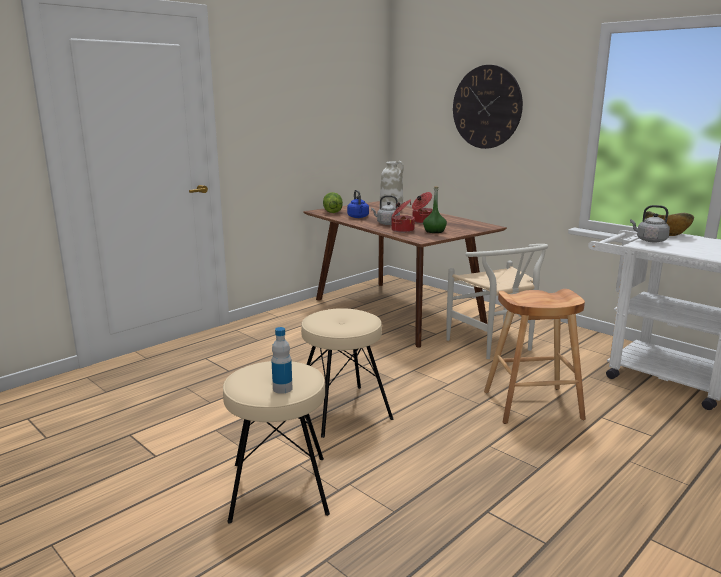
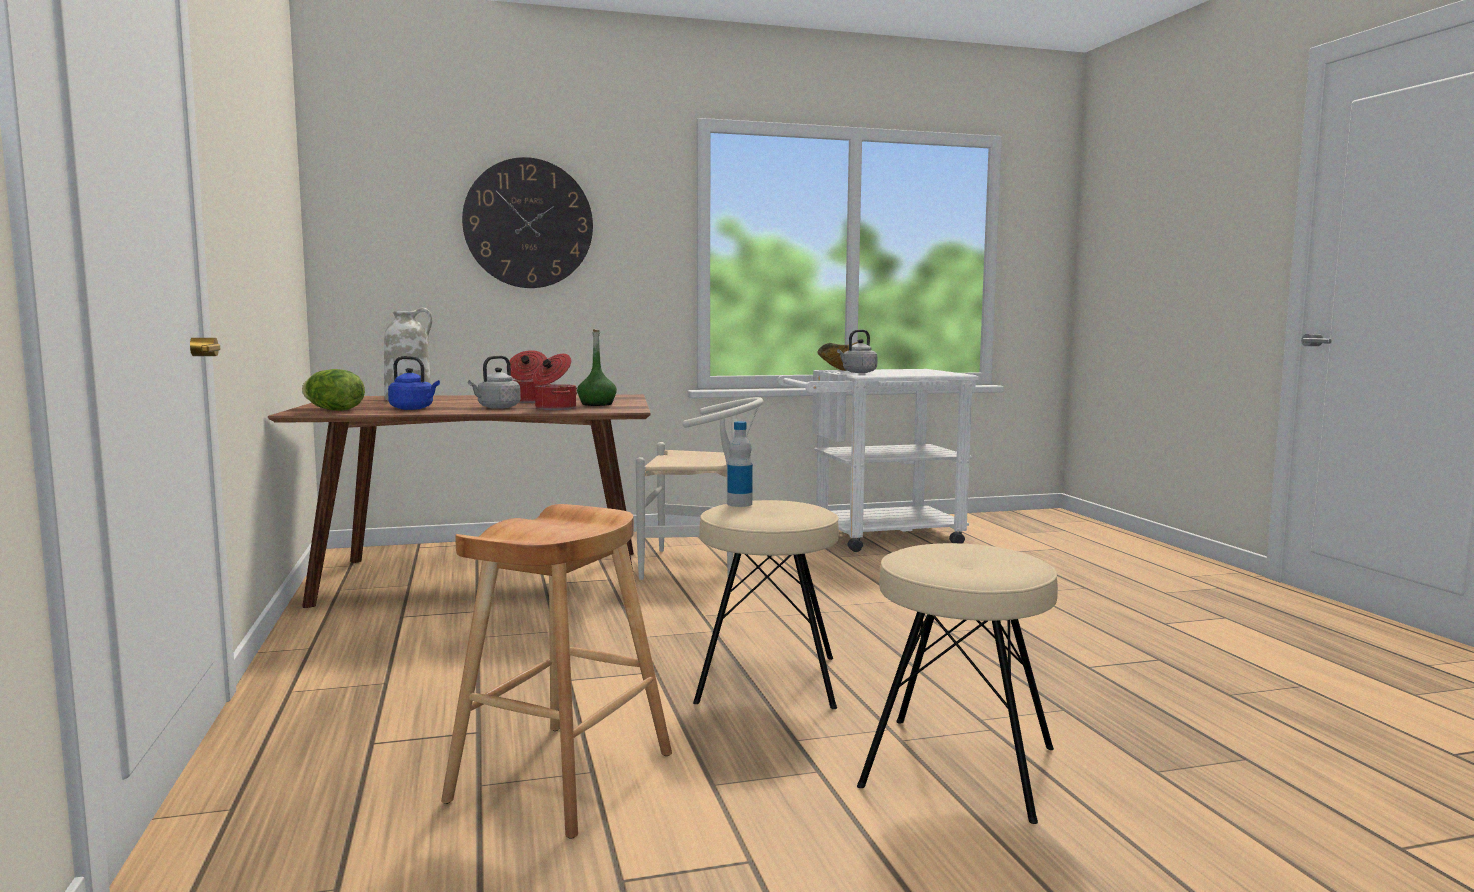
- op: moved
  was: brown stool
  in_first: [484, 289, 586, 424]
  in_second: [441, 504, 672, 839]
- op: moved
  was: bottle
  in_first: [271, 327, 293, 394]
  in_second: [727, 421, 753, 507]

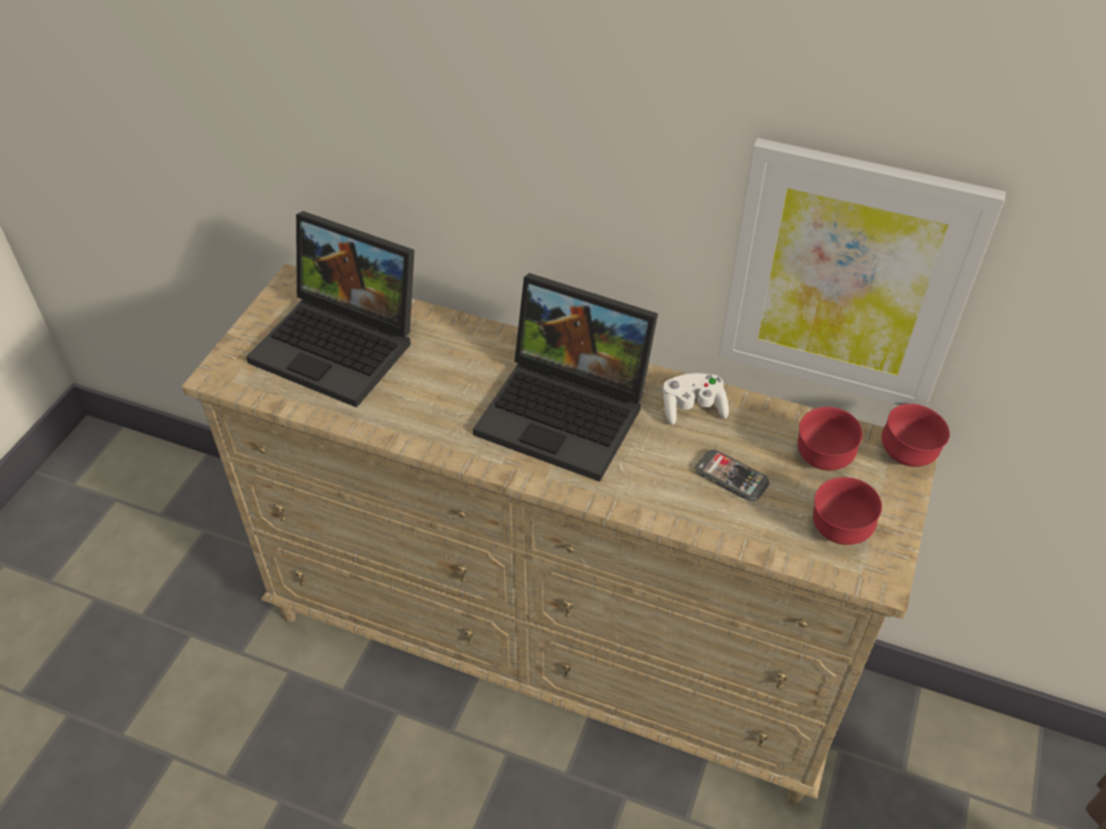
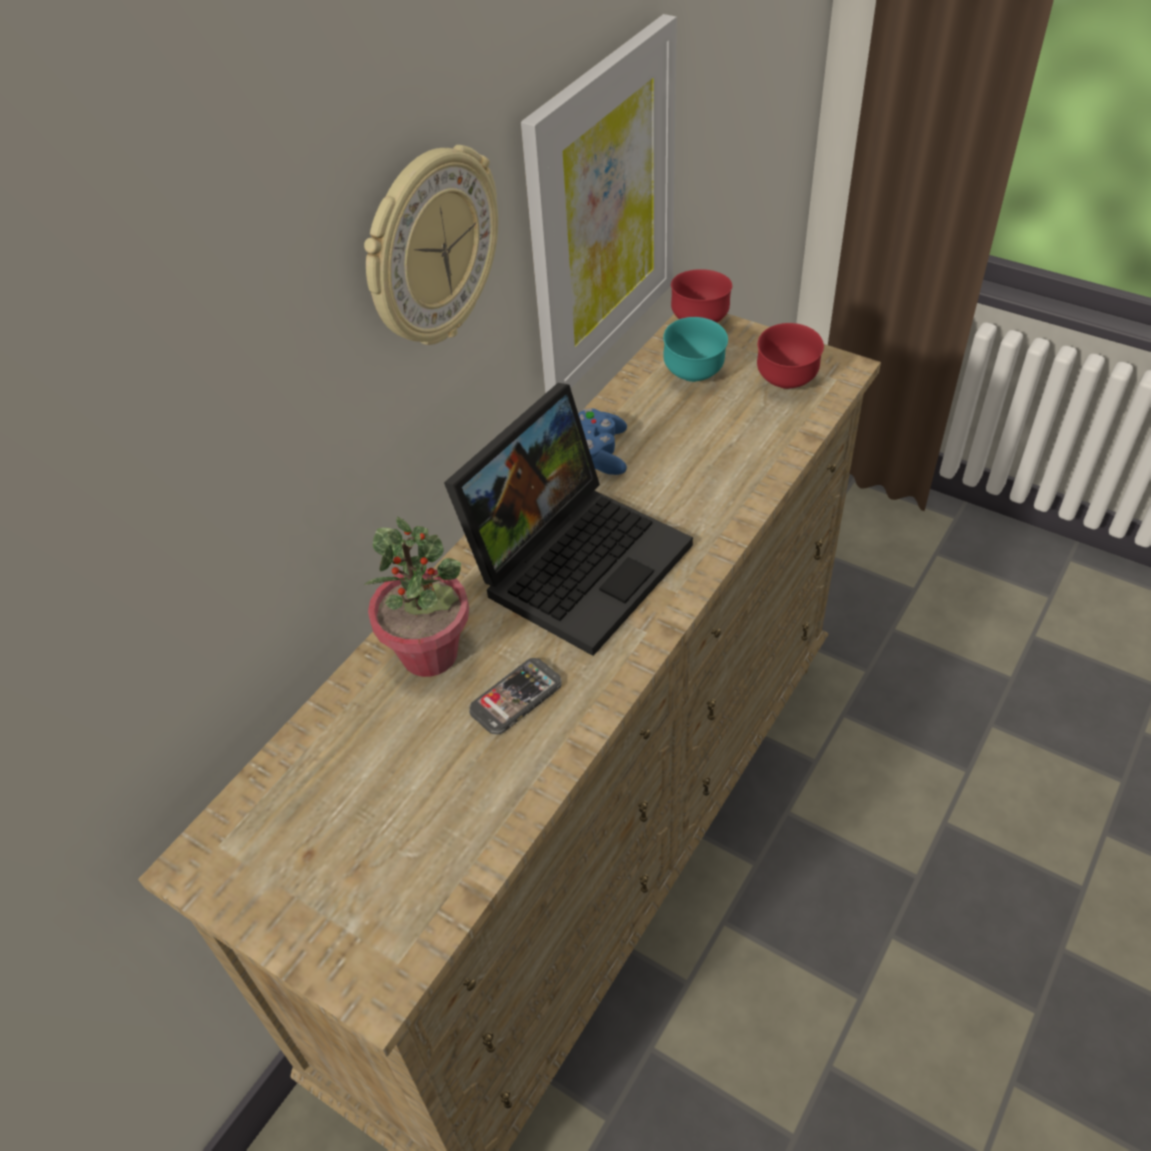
- op: removed
  was: laptop
  in_first: [246, 211, 414, 408]
- op: recoloured
  was: white game controller
  now: blue game controller
  in_first: [663, 373, 729, 425]
  in_second: [578, 408, 627, 475]
- op: recoloured
  was: red bowl
  now: turquoise bowl
  in_first: [797, 407, 863, 470]
  in_second: [663, 317, 728, 382]
- op: moved
  was: phone
  in_first: [695, 449, 769, 502]
  in_second: [469, 658, 562, 734]
- op: added
  now: wall clock
  in_second: [364, 145, 498, 345]
- op: added
  now: potted plant
  in_second: [364, 517, 469, 677]

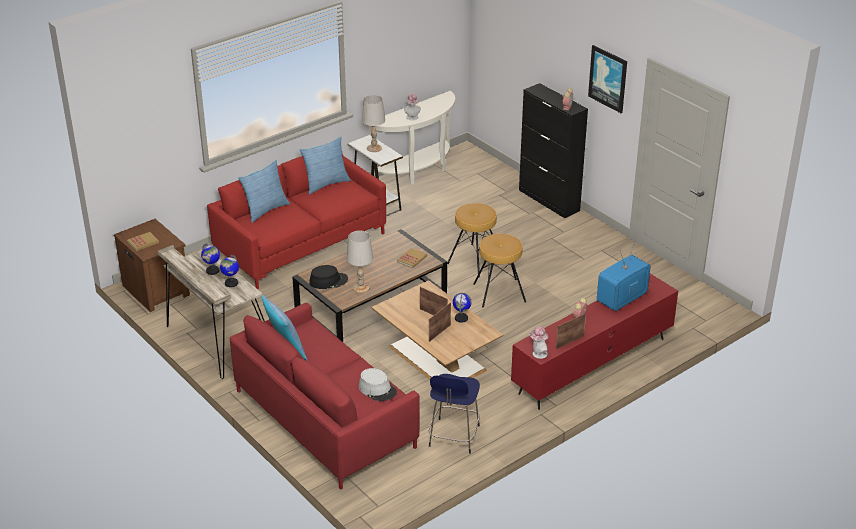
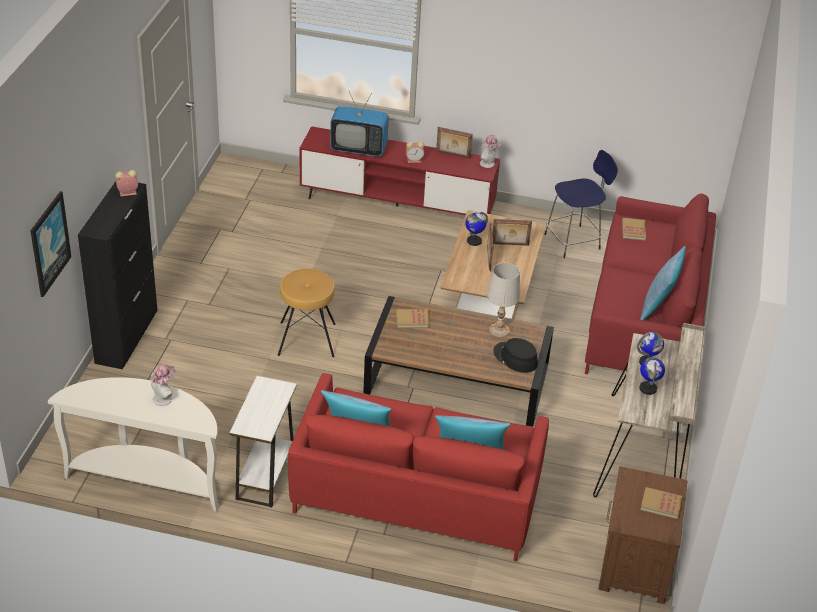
- op: moved
  was: picture
  in_first: [588, 45, 627, 113]
  in_second: [30, 191, 71, 297]
- op: removed
  was: white table lamp
  in_first: [362, 95, 385, 152]
- op: removed
  was: brown stool
  in_first: [473, 234, 526, 308]
- op: replaced
  was: grey hat
  now: book
  in_first: [358, 368, 397, 401]
  in_second: [622, 218, 646, 240]

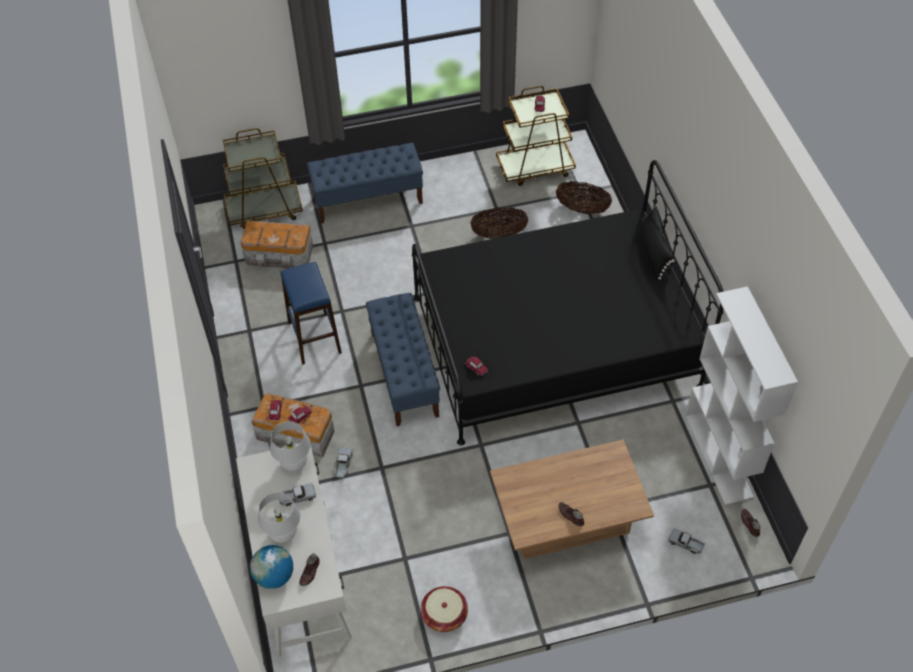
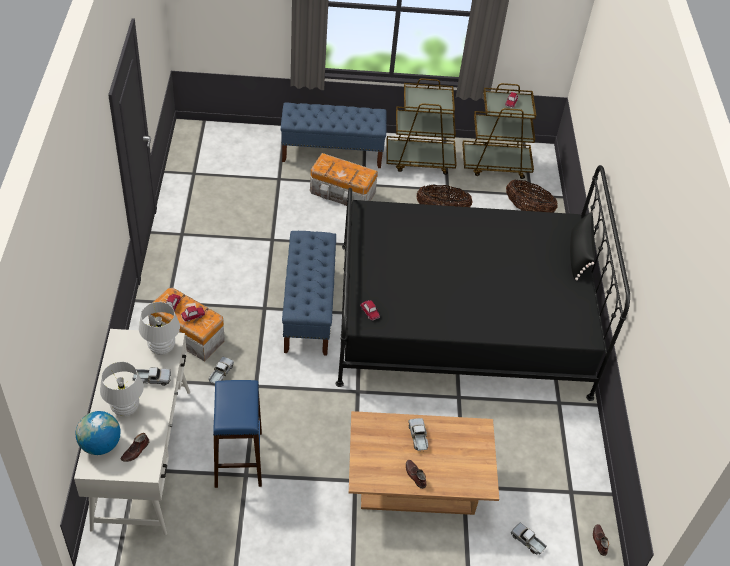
- op: moved
  was: brown cart
  in_first: [223, 128, 303, 229]
  in_second: [386, 78, 457, 175]
- op: moved
  was: storage box
  in_first: [240, 221, 313, 269]
  in_second: [310, 153, 378, 206]
- op: moved
  was: blue stool
  in_first: [280, 262, 342, 365]
  in_second: [213, 380, 262, 488]
- op: removed
  was: white bookcase
  in_first: [685, 286, 798, 505]
- op: removed
  was: basket
  in_first: [421, 586, 468, 632]
- op: added
  now: toy truck
  in_second: [409, 418, 428, 452]

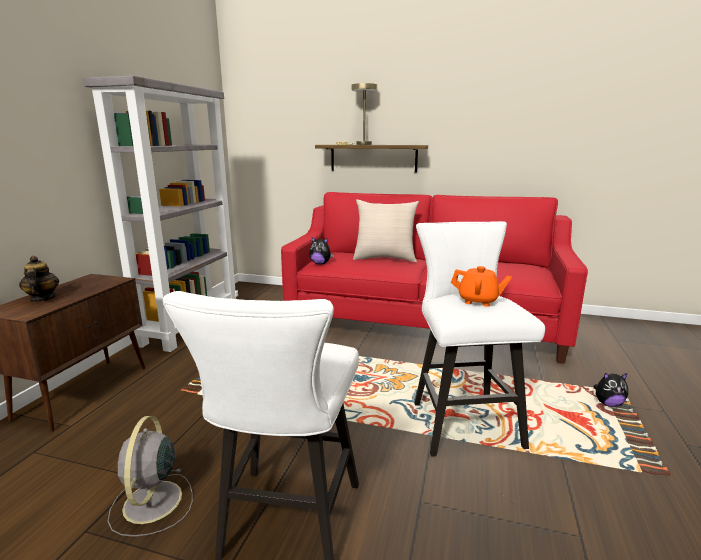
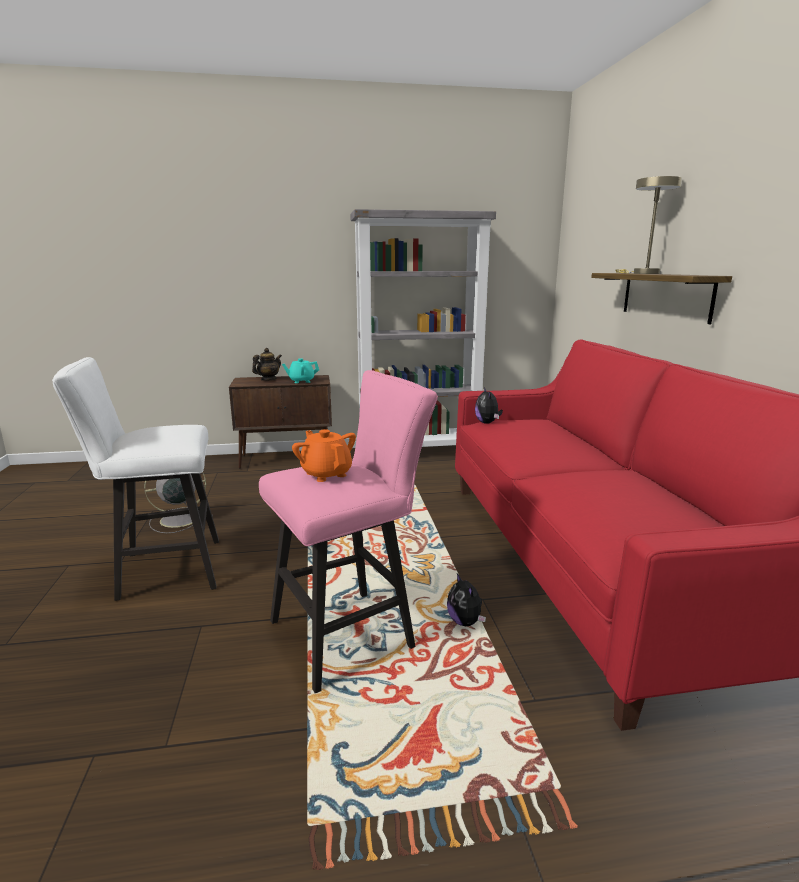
- op: removed
  was: beige pillow
  in_first: [353, 199, 419, 262]
- op: recoloured
  was: white stool
  now: pink stool
  in_first: [414, 221, 545, 457]
  in_second: [259, 370, 438, 693]
- op: turned
  was: orange teapot
  in_first: [451, 266, 512, 307]
  in_second: [292, 429, 356, 482]
  clockwise: 150
- op: moved
  was: plush toy
  in_first: [593, 373, 628, 407]
  in_second: [447, 573, 486, 626]
- op: added
  now: turquoise teapot
  in_second: [282, 358, 319, 383]

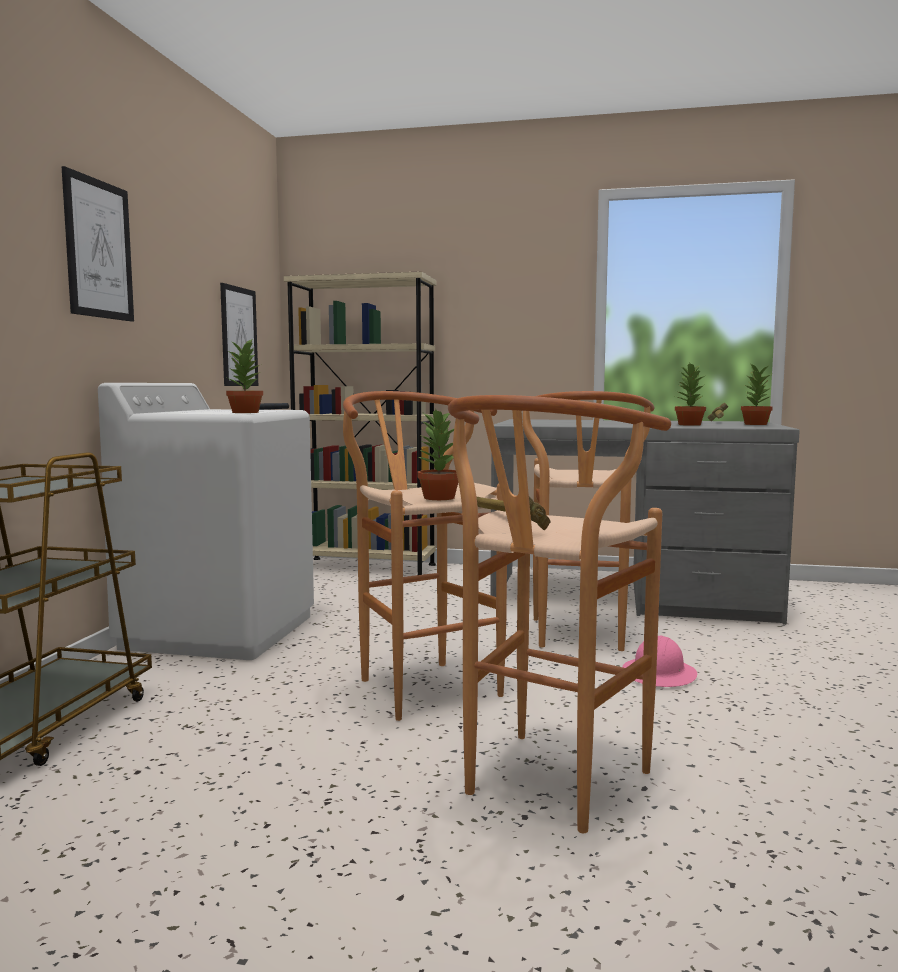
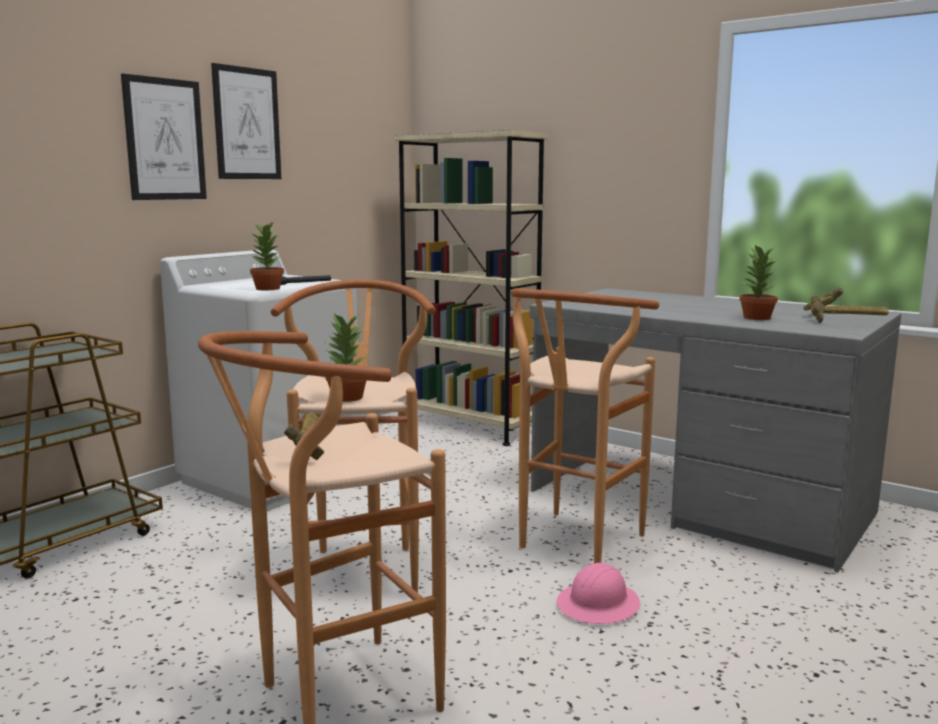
- op: moved
  was: picture
  in_first: [220, 283, 258, 386]
  in_second: [211, 63, 281, 179]
- op: replaced
  was: potted plant
  now: hammer
  in_first: [741, 363, 773, 425]
  in_second: [811, 296, 889, 323]

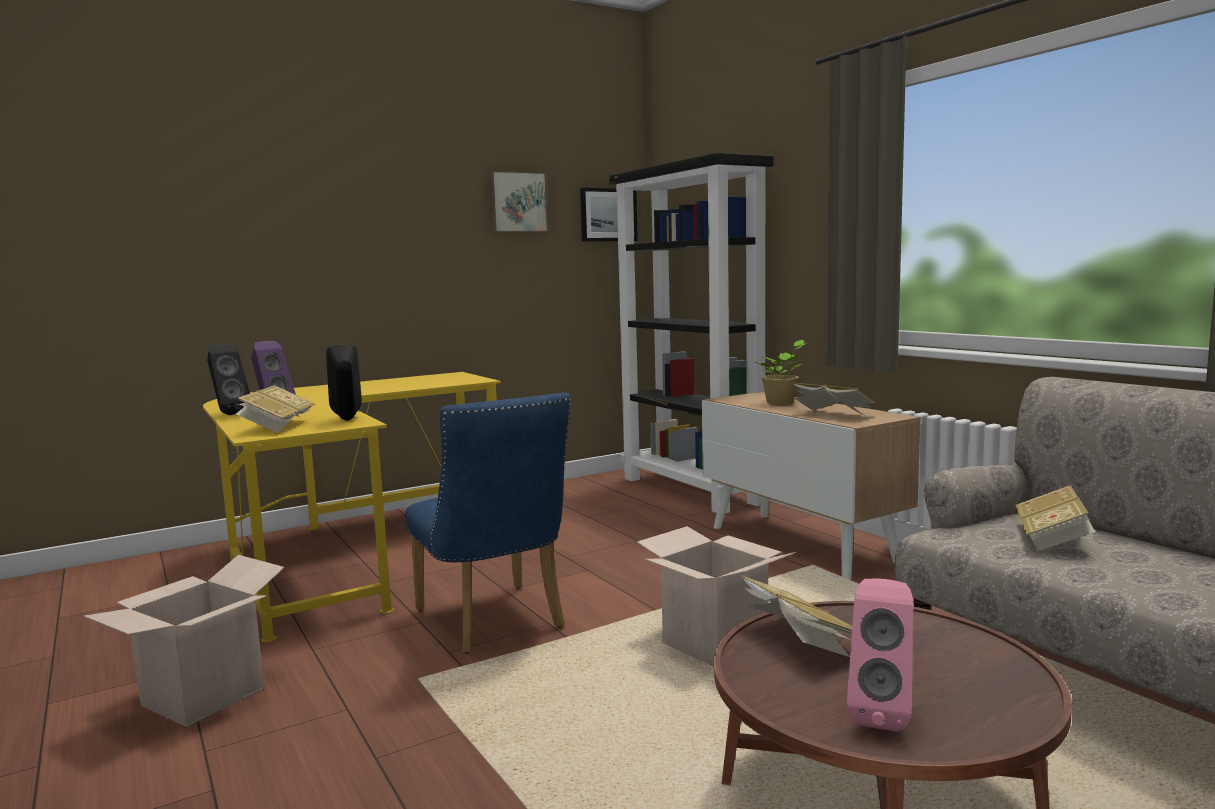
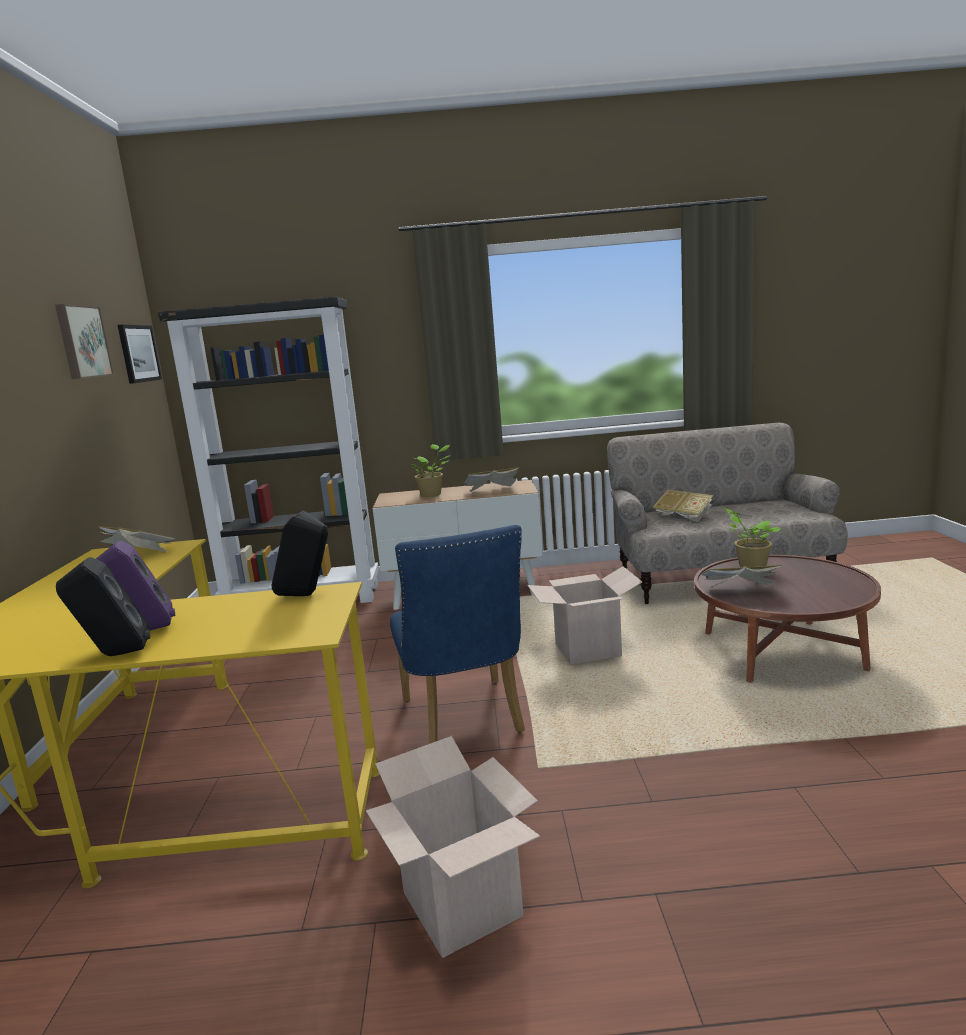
- op: moved
  was: book
  in_first: [236, 385, 315, 433]
  in_second: [98, 526, 174, 552]
- op: turned
  was: blue chair
  in_first: [405, 393, 571, 653]
  in_second: [390, 525, 525, 744]
  clockwise: 75
- op: removed
  was: pink speaker
  in_first: [847, 579, 913, 732]
- op: added
  now: potted plant
  in_second: [723, 507, 781, 567]

